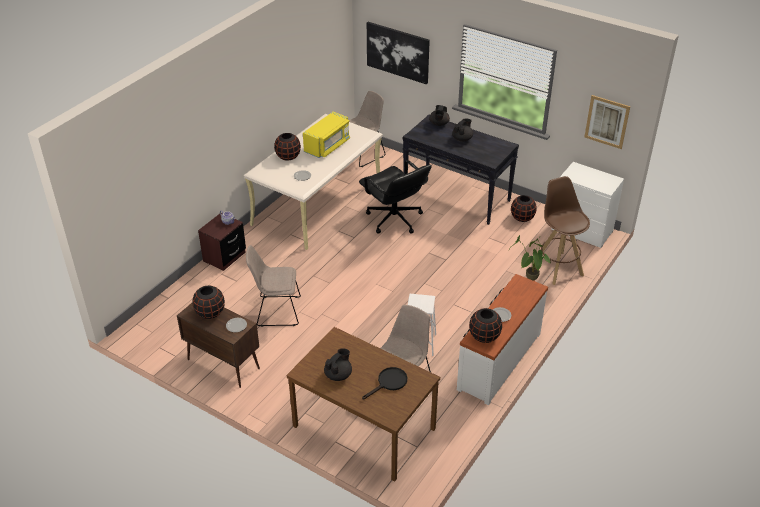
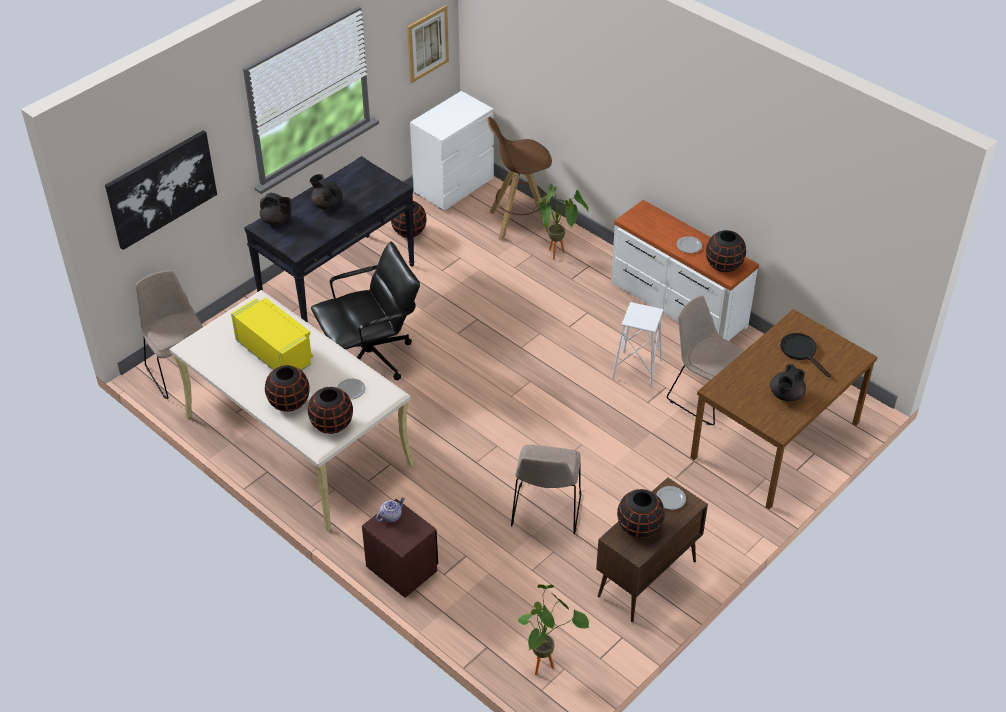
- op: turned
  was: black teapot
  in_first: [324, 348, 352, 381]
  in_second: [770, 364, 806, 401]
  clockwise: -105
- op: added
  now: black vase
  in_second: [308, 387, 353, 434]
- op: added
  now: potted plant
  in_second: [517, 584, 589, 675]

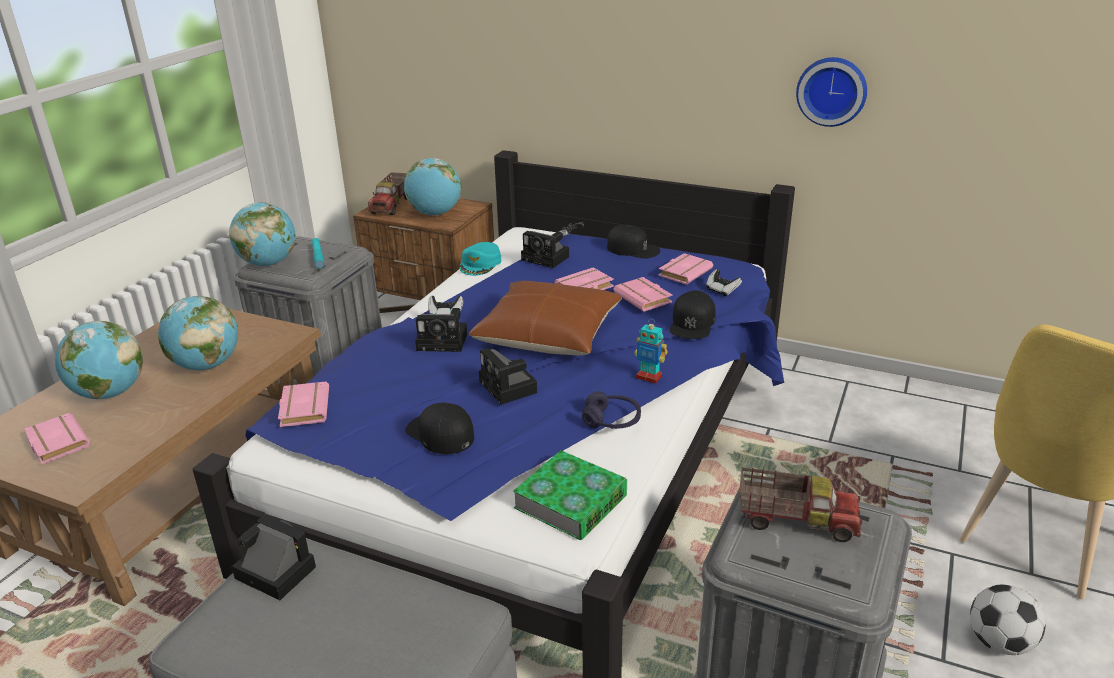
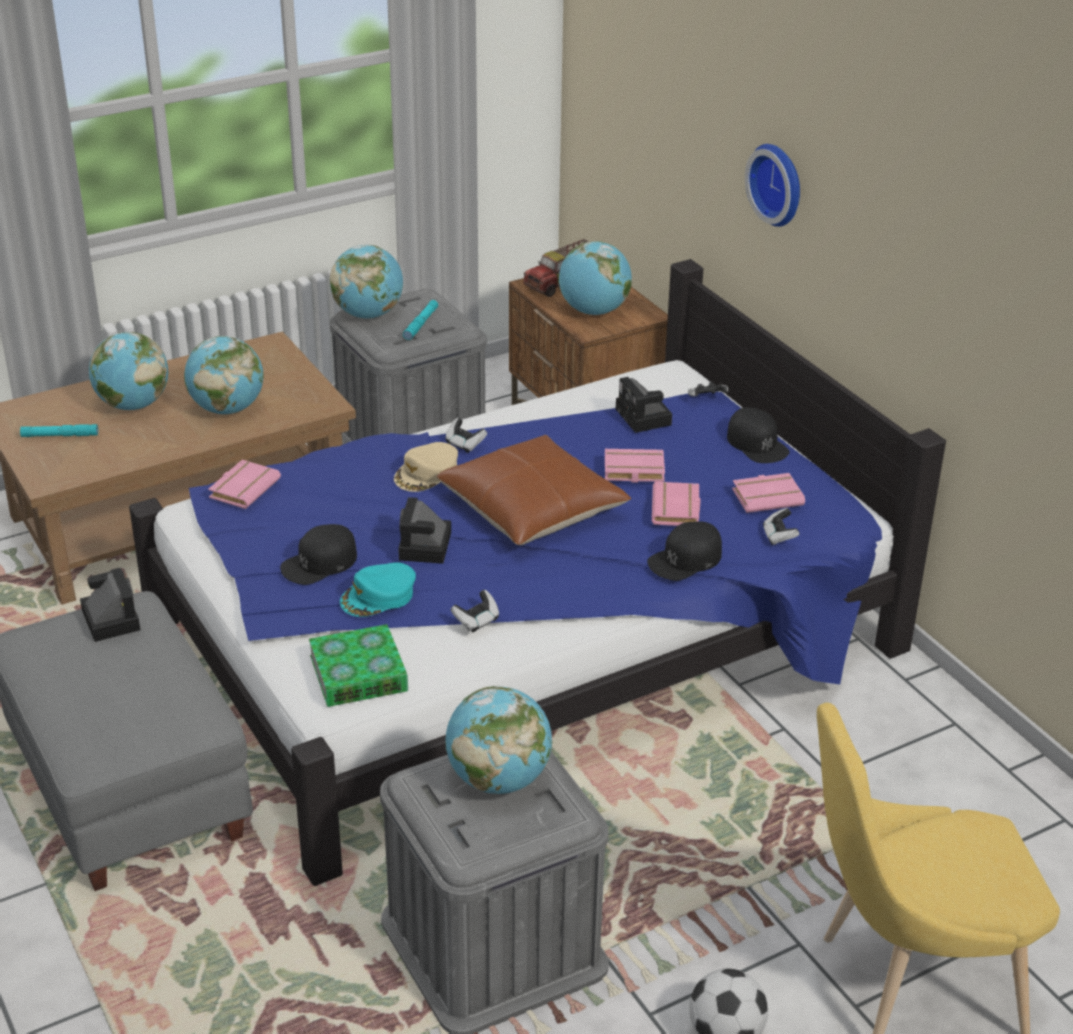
- op: moved
  was: wall clock
  in_first: [796, 57, 867, 127]
  in_second: [745, 144, 800, 227]
- op: moved
  was: turquoise cap
  in_first: [459, 242, 501, 276]
  in_second: [340, 563, 416, 617]
- op: replaced
  was: photo camera
  now: beige cap
  in_first: [415, 308, 467, 352]
  in_second: [394, 442, 458, 492]
- op: removed
  was: toy robot
  in_first: [634, 320, 667, 384]
- op: replaced
  was: purple headphones
  now: game controller
  in_first: [582, 391, 641, 429]
  in_second: [451, 590, 499, 632]
- op: turned
  was: black cap
  in_first: [405, 403, 474, 454]
  in_second: [280, 524, 357, 585]
  clockwise: -120
- op: replaced
  was: pink book
  now: turquoise flashlight
  in_first: [24, 413, 90, 464]
  in_second: [20, 424, 98, 437]
- op: replaced
  was: toy truck
  now: globe
  in_first: [739, 467, 862, 542]
  in_second: [445, 686, 552, 794]

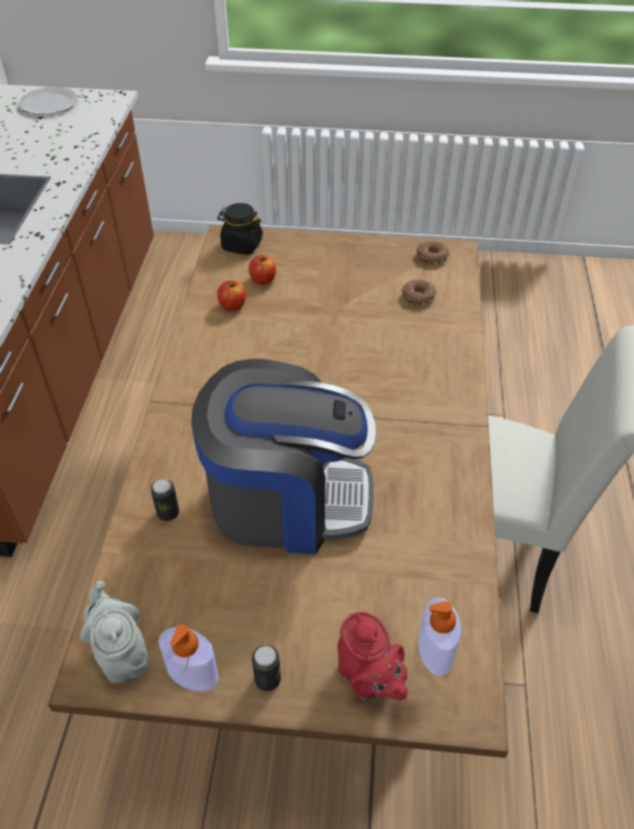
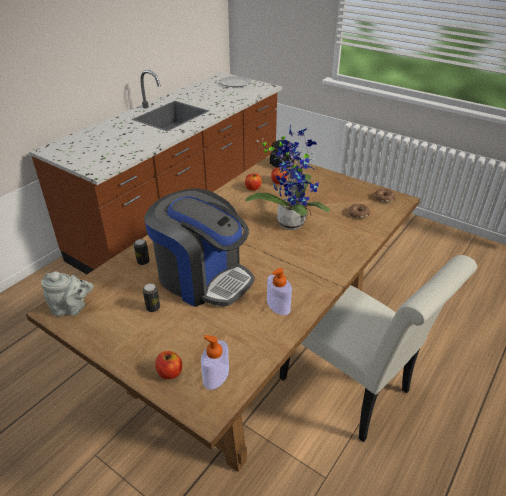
- op: turned
  was: grey teapot
  in_first: [80, 581, 150, 683]
  in_second: [41, 271, 94, 316]
  clockwise: 90
- op: replaced
  was: red teapot
  now: apple
  in_first: [337, 612, 408, 700]
  in_second: [155, 351, 182, 379]
- op: moved
  was: soap dispenser
  in_first: [159, 625, 219, 692]
  in_second: [267, 268, 292, 315]
- op: moved
  was: can
  in_first: [252, 645, 281, 691]
  in_second: [143, 283, 160, 312]
- op: added
  now: potted plant
  in_second: [245, 125, 330, 230]

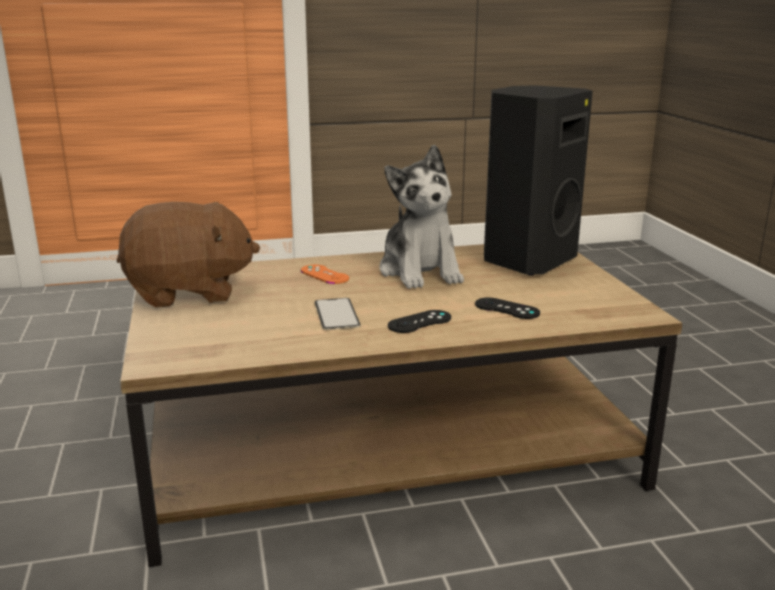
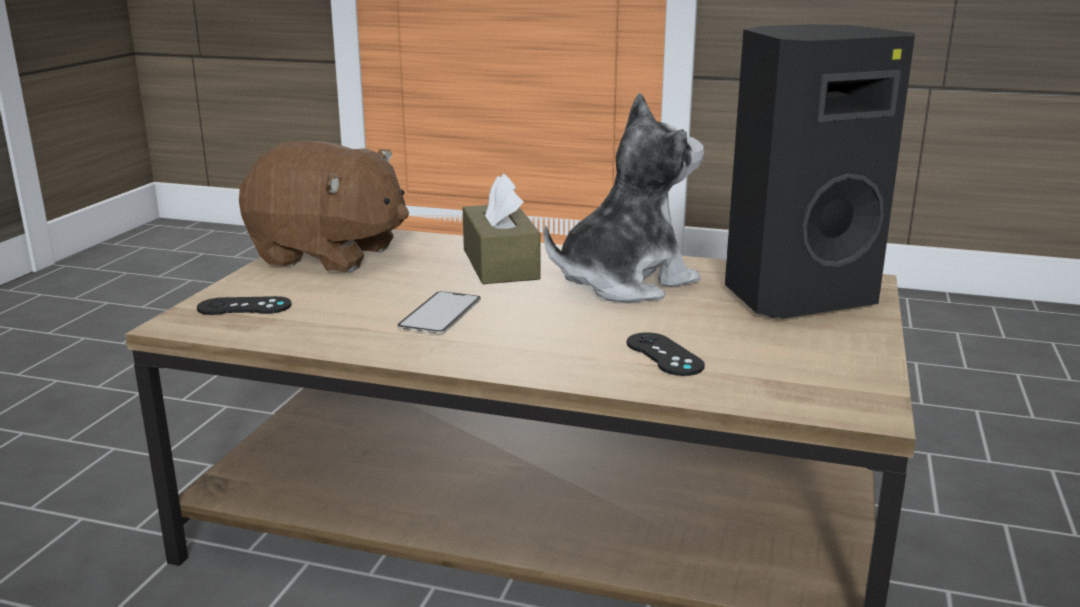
- op: turned
  was: plush toy
  in_first: [379, 145, 464, 289]
  in_second: [543, 93, 704, 303]
  clockwise: -135
- op: replaced
  was: orange game controller
  now: brown tissue box
  in_first: [301, 265, 349, 284]
  in_second: [463, 173, 541, 284]
- op: moved
  was: black game controller
  in_first: [388, 310, 451, 333]
  in_second: [197, 296, 292, 315]

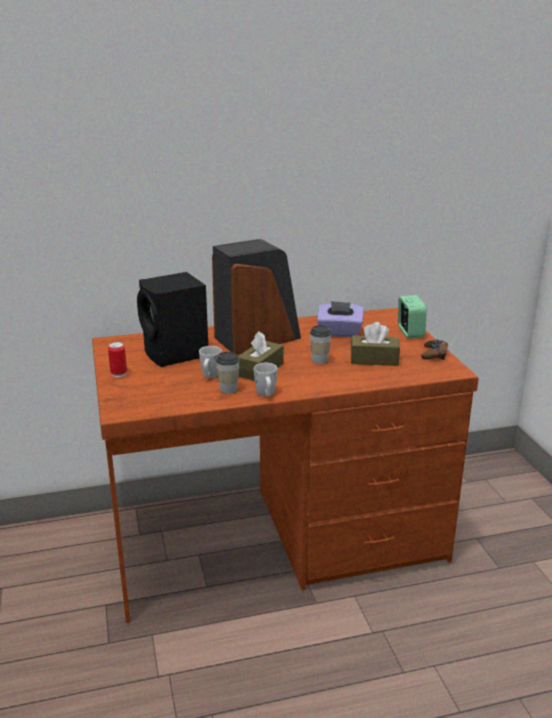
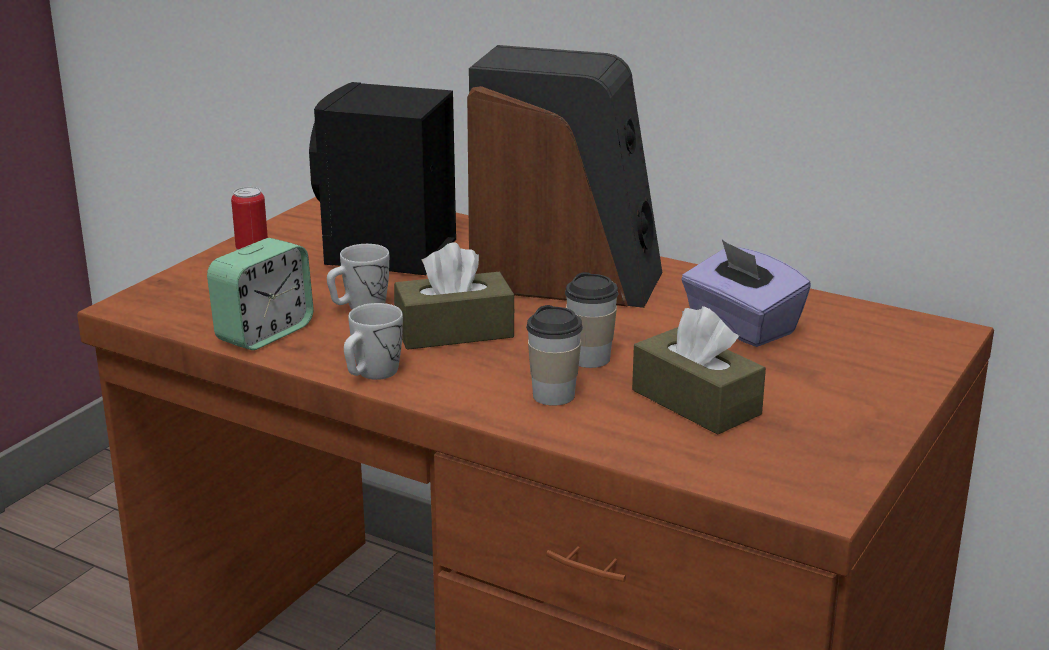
- op: moved
  was: alarm clock
  in_first: [398, 295, 427, 339]
  in_second: [207, 238, 314, 350]
- op: removed
  was: brown game controller
  in_first: [421, 339, 448, 360]
- op: moved
  was: cup
  in_first: [216, 352, 240, 394]
  in_second: [526, 305, 583, 406]

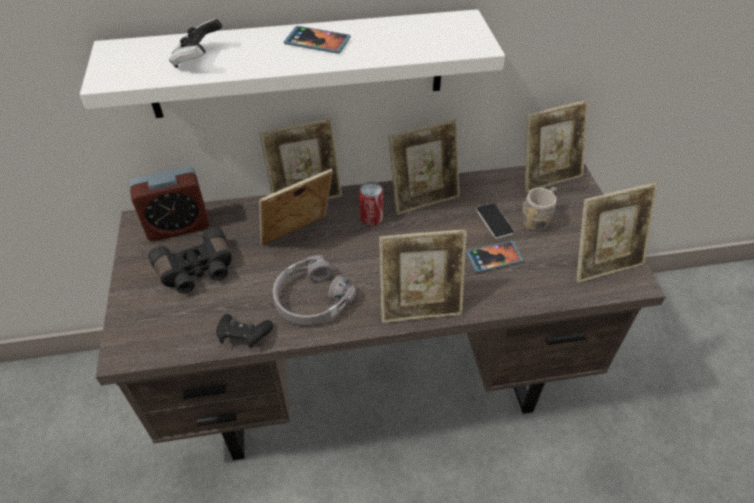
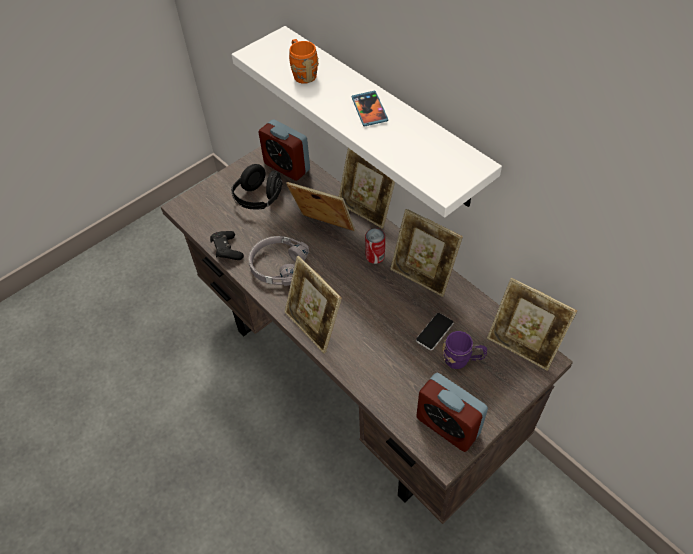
- op: replaced
  was: game controller
  now: orange mug
  in_first: [169, 18, 222, 68]
  in_second: [289, 39, 319, 84]
- op: replaced
  was: picture frame
  now: alarm clock
  in_first: [576, 183, 658, 283]
  in_second: [416, 373, 488, 452]
- op: recoloured
  was: grey mug
  now: purple mug
  in_first: [523, 187, 558, 231]
  in_second: [442, 331, 487, 369]
- op: replaced
  was: black binoculars
  now: black headphones
  in_first: [148, 227, 232, 294]
  in_second: [231, 164, 283, 209]
- op: removed
  was: phone
  in_first: [466, 241, 524, 273]

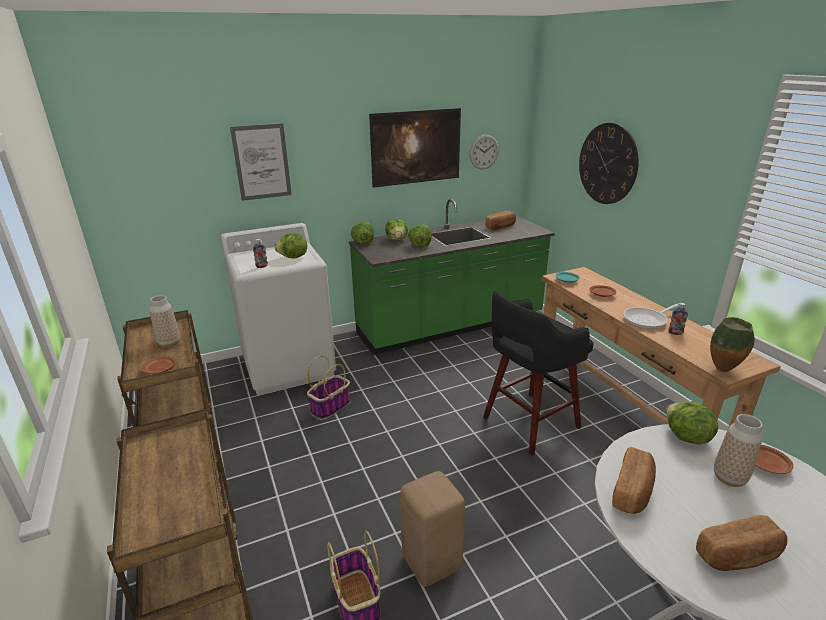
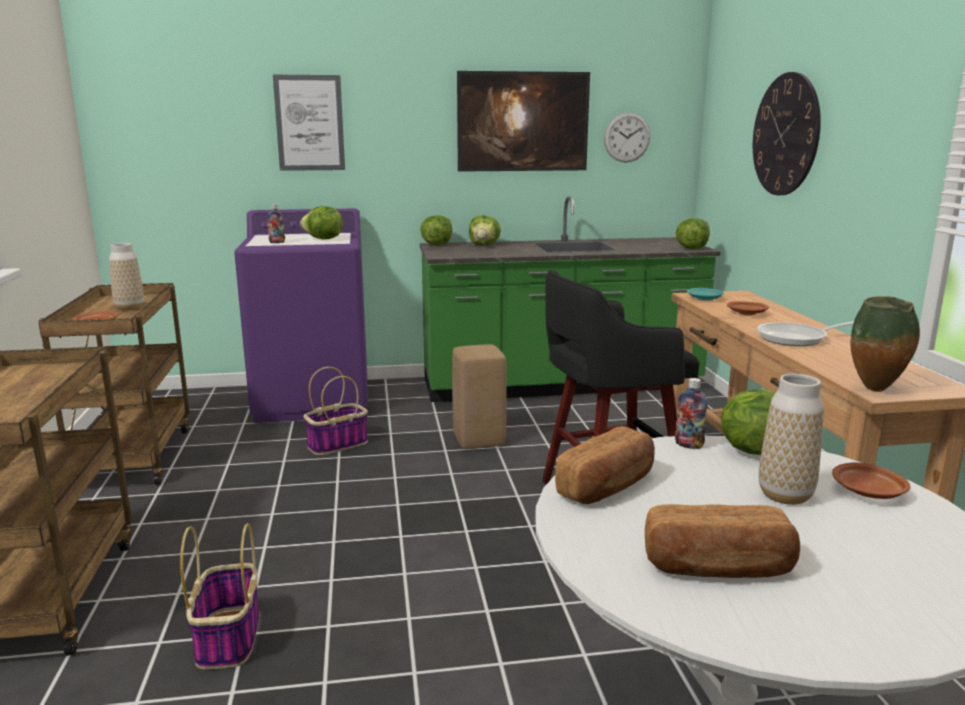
- op: removed
  was: bread
  in_first: [485, 211, 516, 230]
- op: recoloured
  was: white washing machine
  now: purple washing machine
  in_first: [220, 223, 336, 396]
  in_second: [234, 209, 368, 423]
- op: moved
  was: lettuce
  in_first: [408, 224, 432, 247]
  in_second: [676, 218, 710, 249]
- op: moved
  was: bottle
  in_first: [668, 303, 688, 335]
  in_second: [675, 378, 708, 449]
- op: moved
  was: beige stool
  in_first: [400, 471, 465, 587]
  in_second: [452, 344, 507, 449]

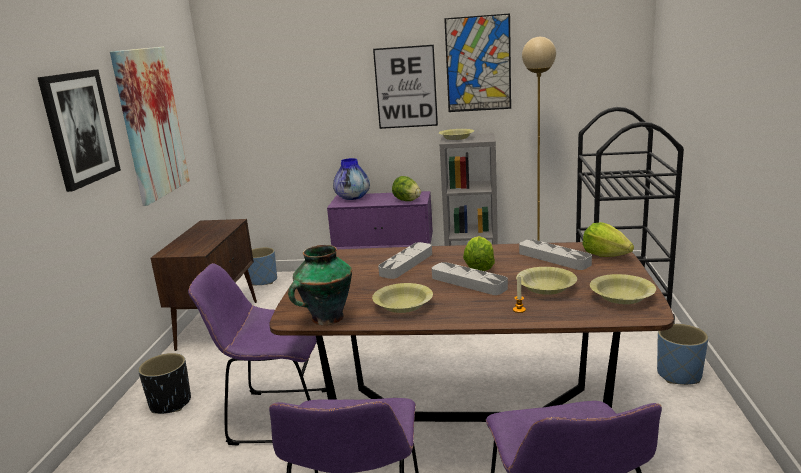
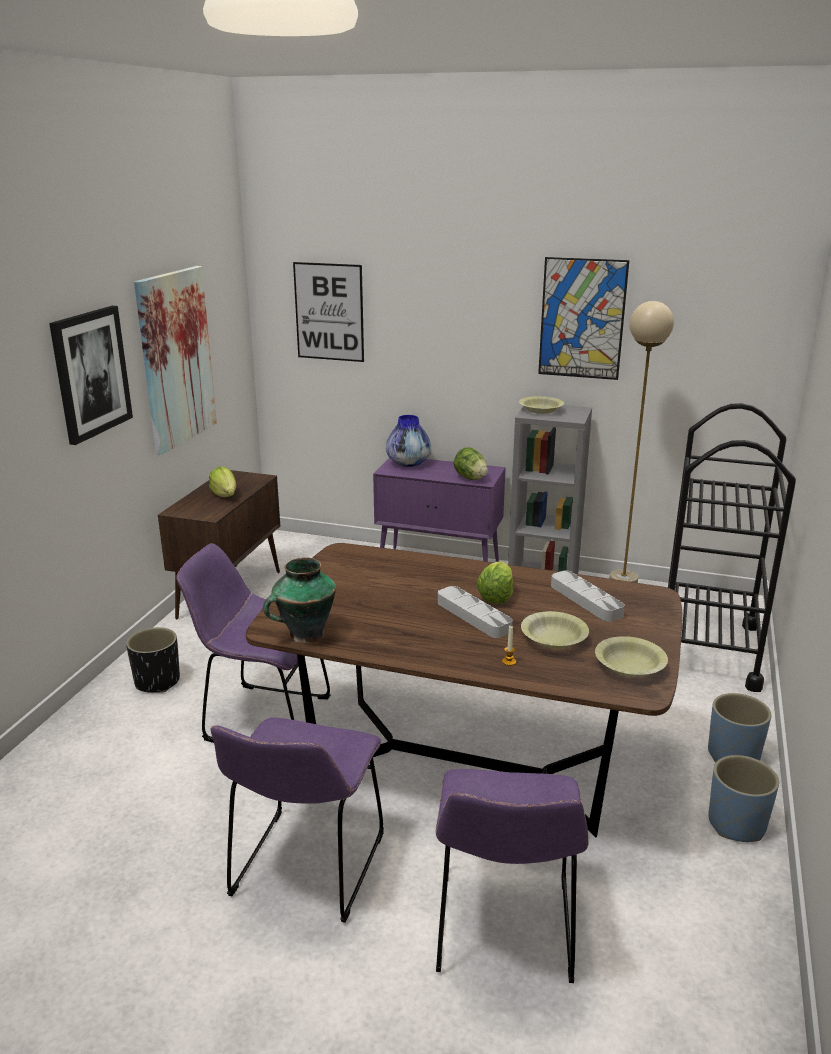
- op: moved
  was: picture
  in_first: [373, 45, 438, 129]
  in_second: [293, 262, 364, 362]
- op: moved
  was: lettuce
  in_first: [582, 222, 634, 257]
  in_second: [209, 467, 236, 497]
- op: removed
  was: grey tray
  in_first: [378, 242, 432, 279]
- op: moved
  was: blue planter
  in_first: [248, 247, 277, 286]
  in_second: [708, 755, 779, 842]
- op: removed
  was: yellow bowl
  in_first: [372, 283, 433, 313]

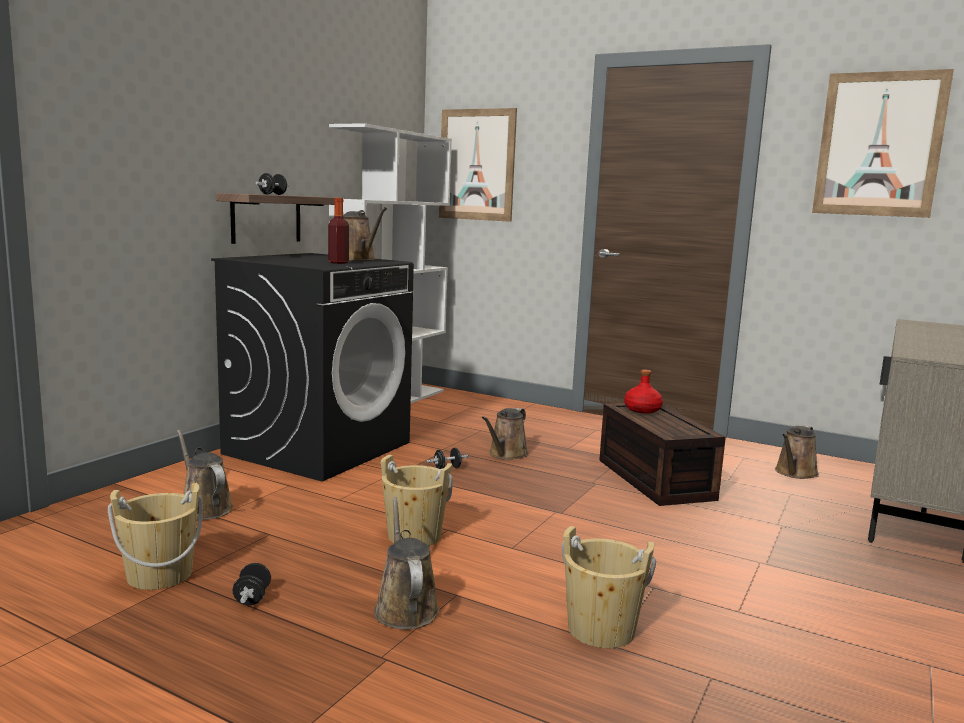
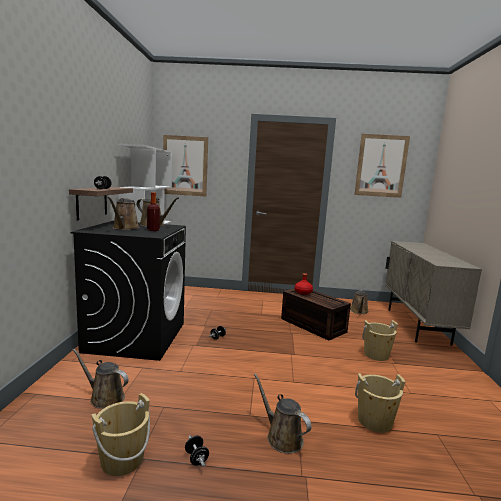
- op: moved
  was: brown watering can
  in_first: [482, 408, 529, 460]
  in_second: [107, 197, 140, 230]
- op: moved
  was: beige bucket
  in_first: [381, 454, 453, 546]
  in_second: [362, 320, 398, 361]

